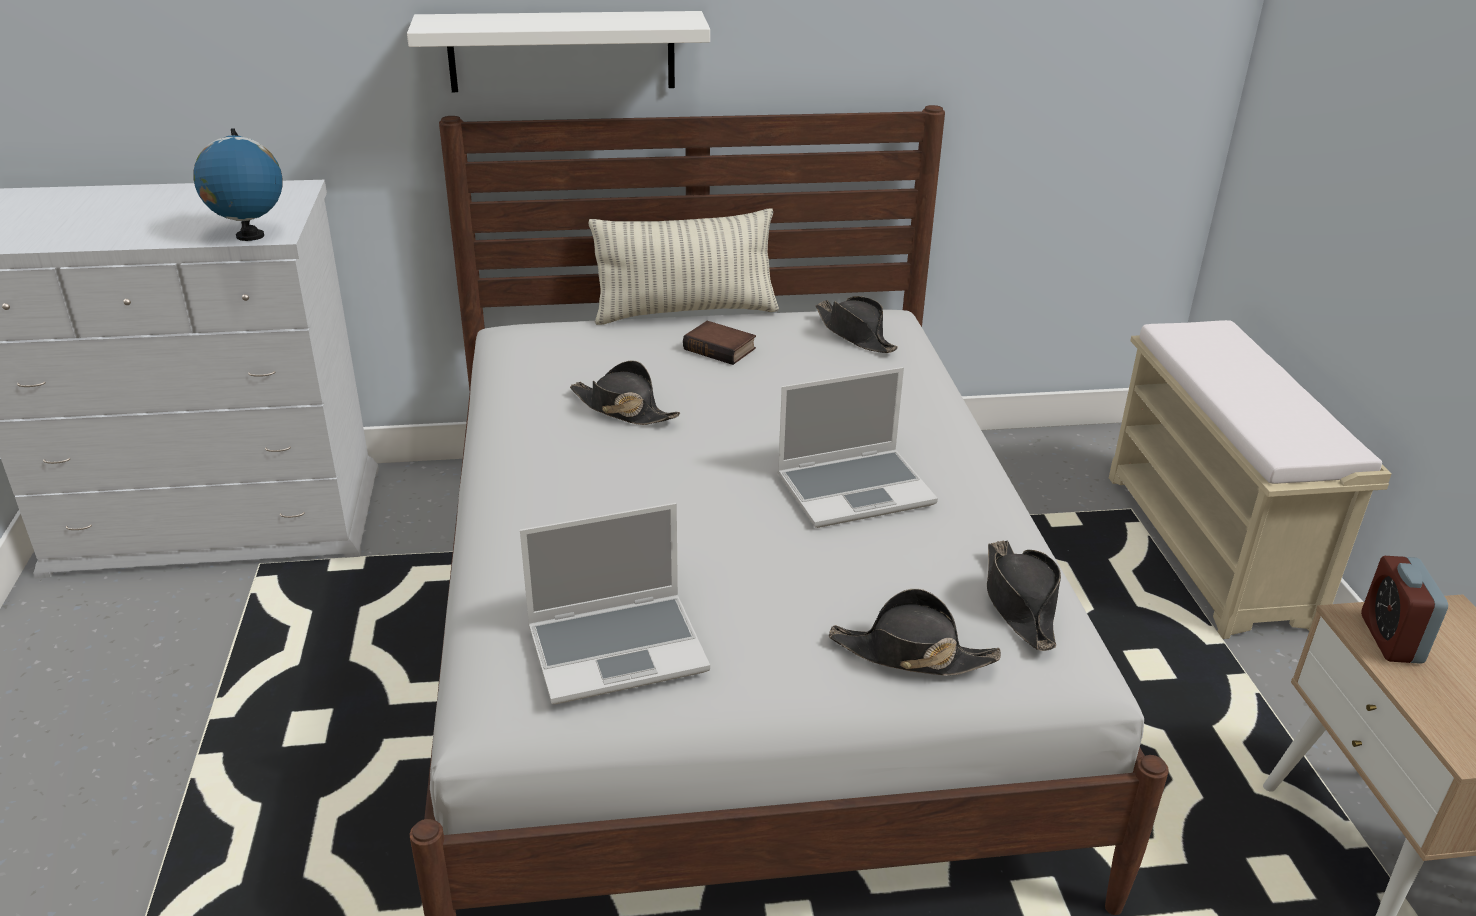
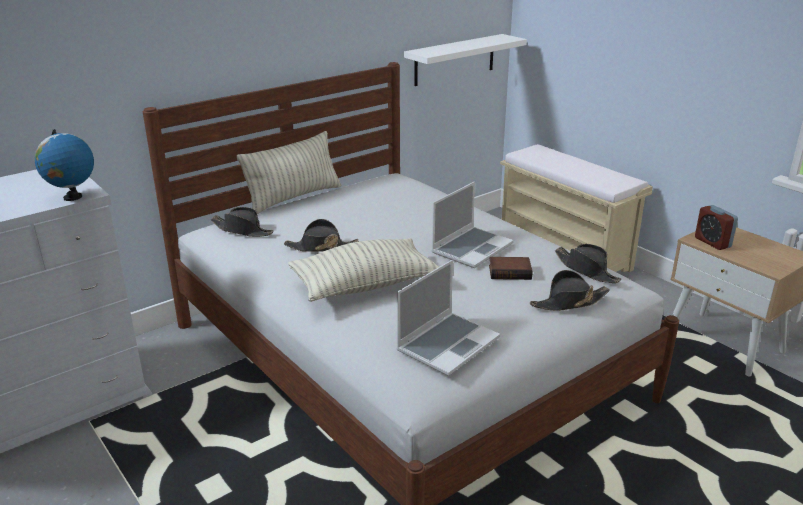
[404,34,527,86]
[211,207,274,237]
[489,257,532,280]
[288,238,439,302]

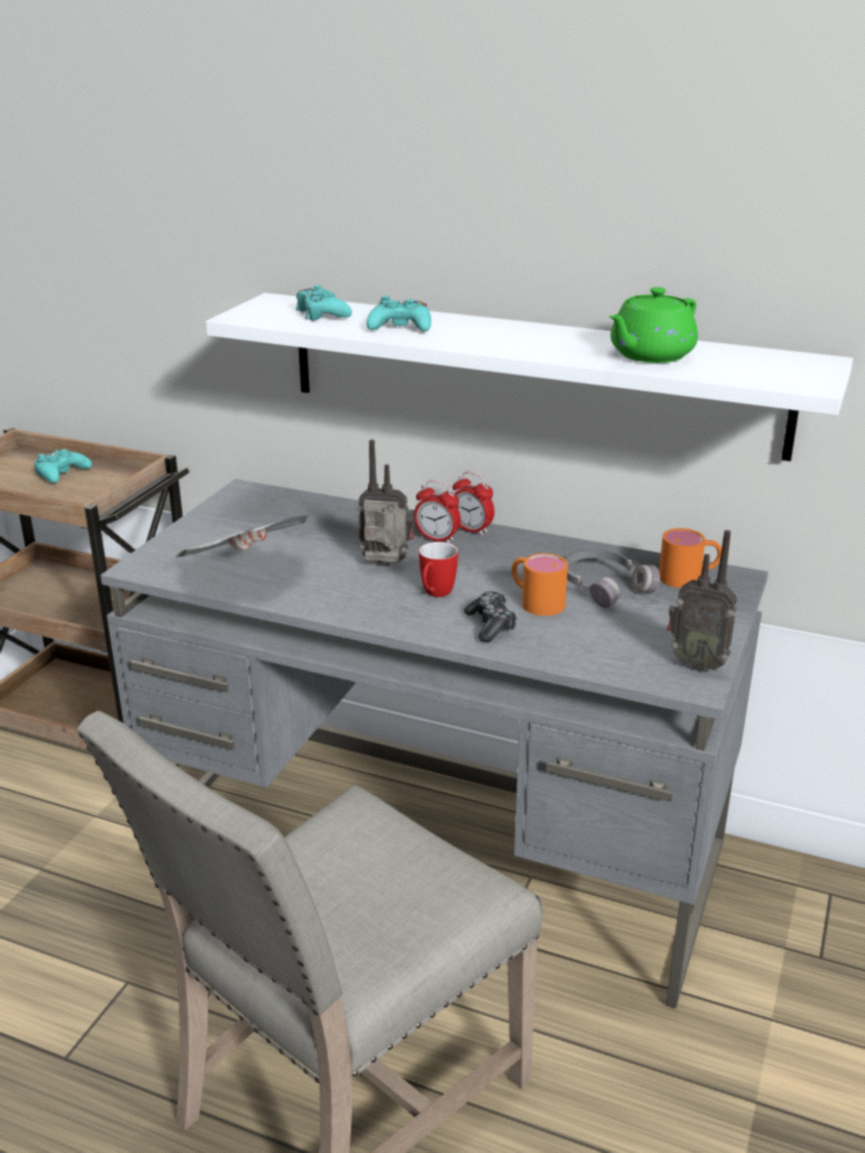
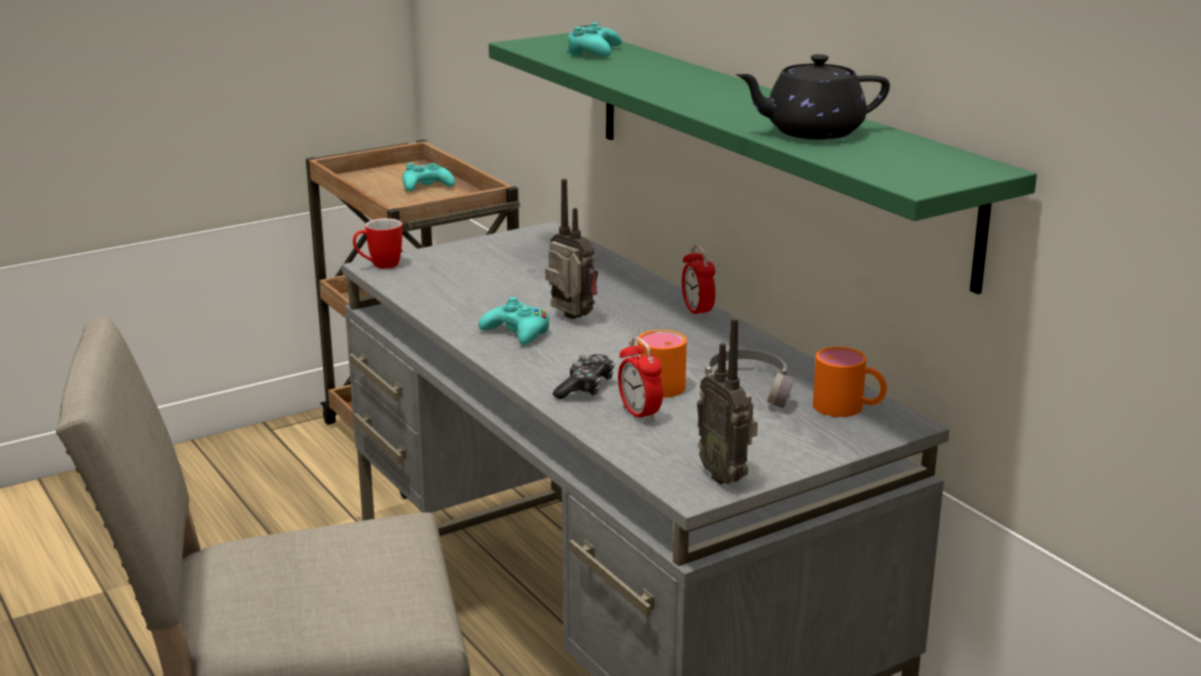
[735,54,890,140]
[489,33,1037,294]
[479,297,549,345]
[618,337,663,423]
[176,515,308,558] (first image)
[353,218,402,269]

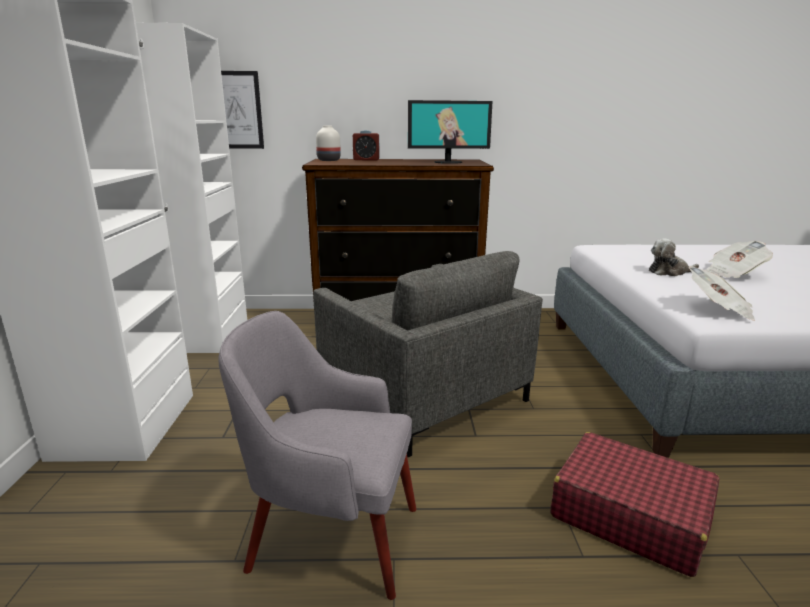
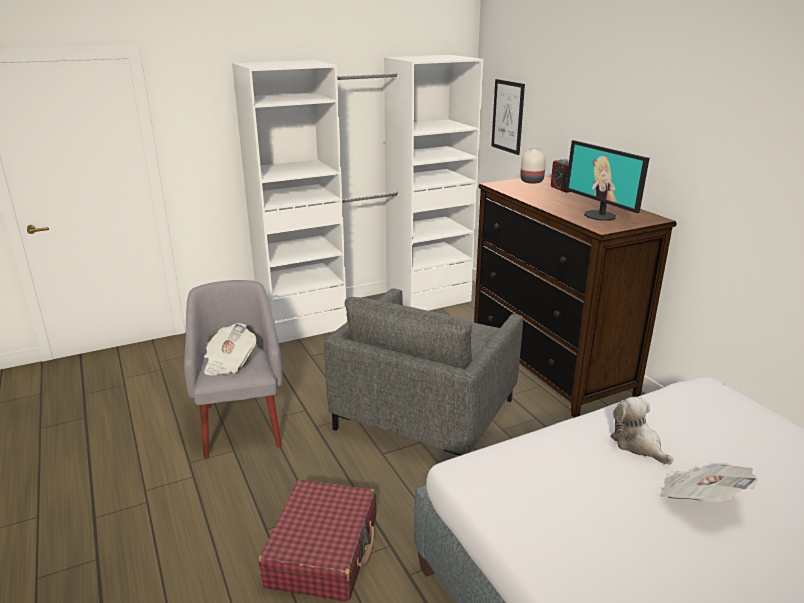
[204,323,256,376]

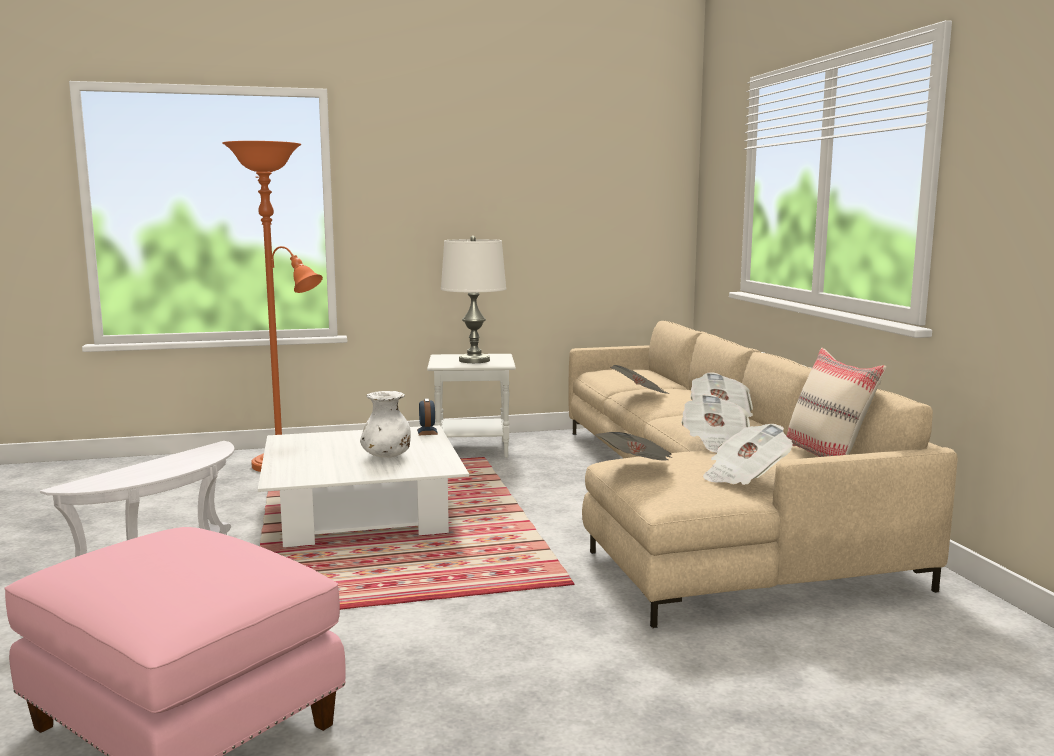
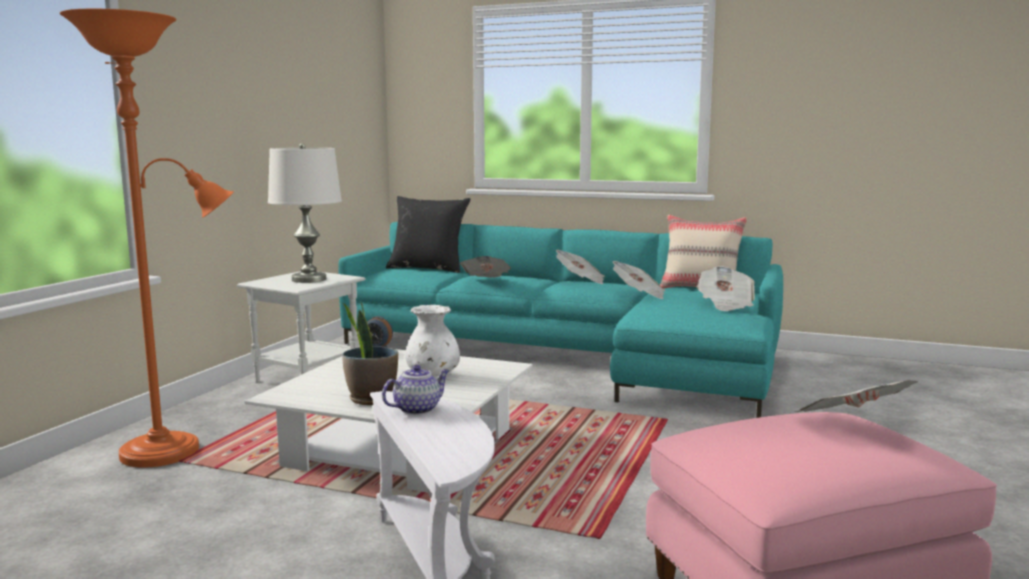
[338,222,783,418]
[795,380,918,412]
[386,196,470,273]
[342,302,398,405]
[382,365,449,415]

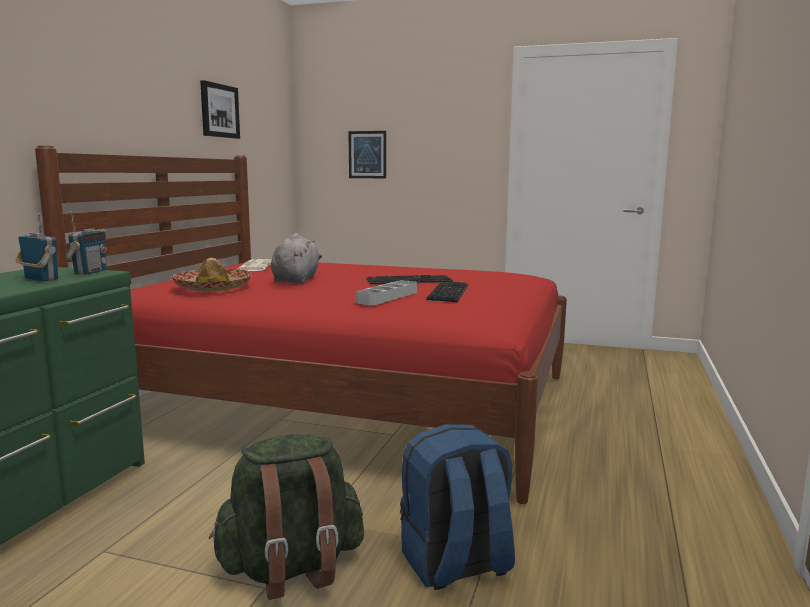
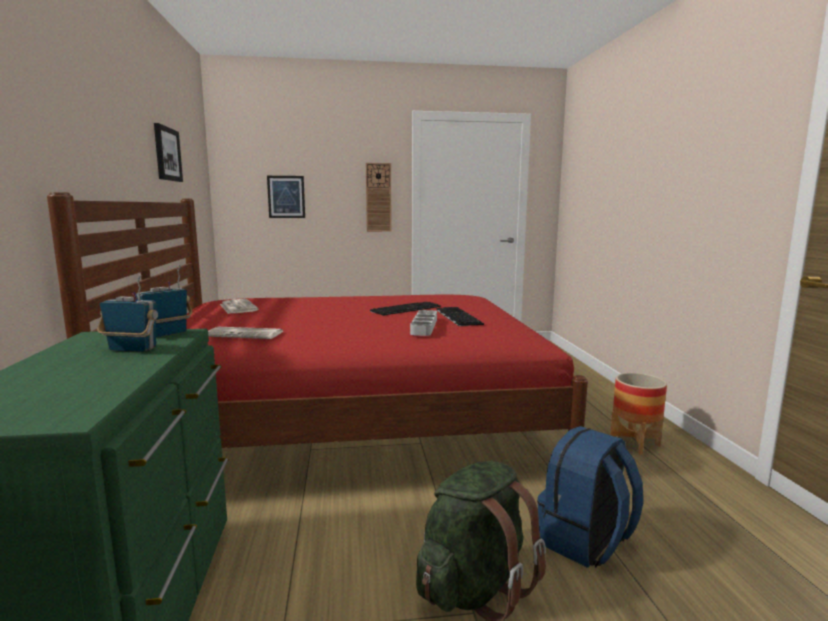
[136,265,192,337]
[271,233,322,284] (first image)
[208,327,284,339]
[366,163,392,232]
[610,373,667,455]

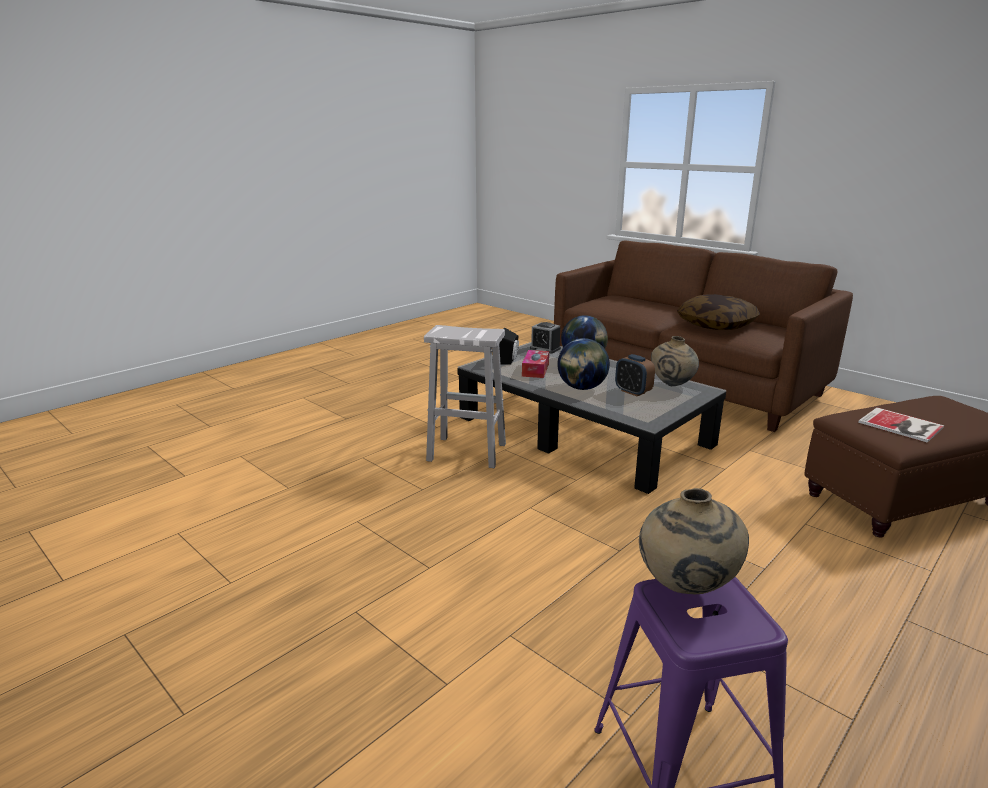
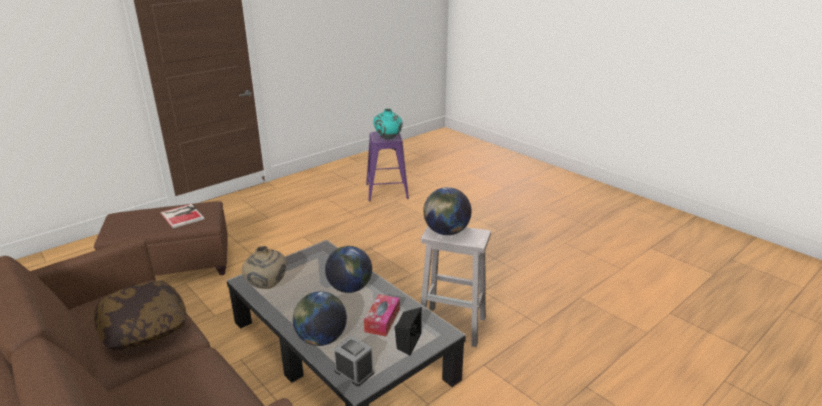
[615,354,655,396] (first image)
[374,108,403,139]
[423,187,472,235]

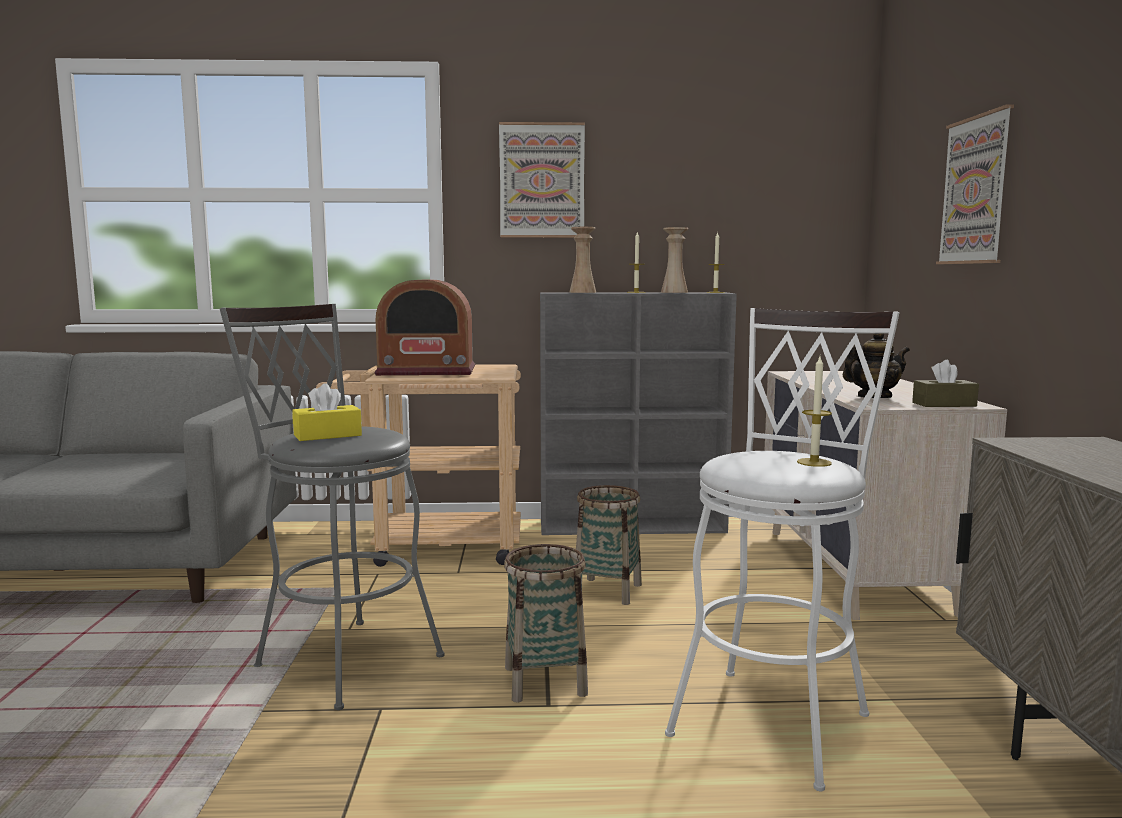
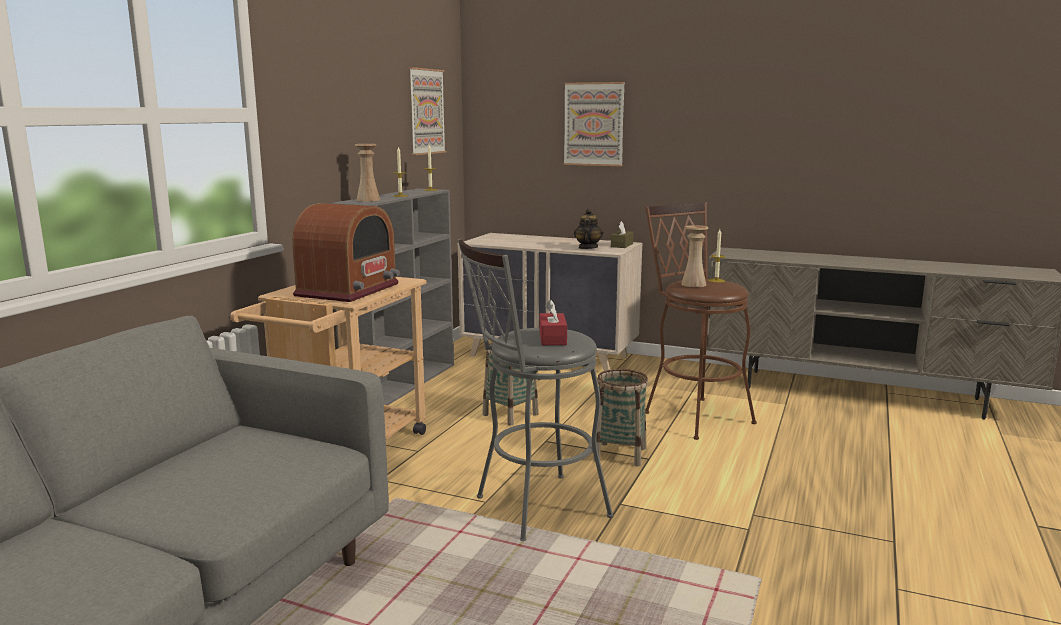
[408,67,446,155]
[681,225,708,287]
[645,202,757,440]
[539,300,567,345]

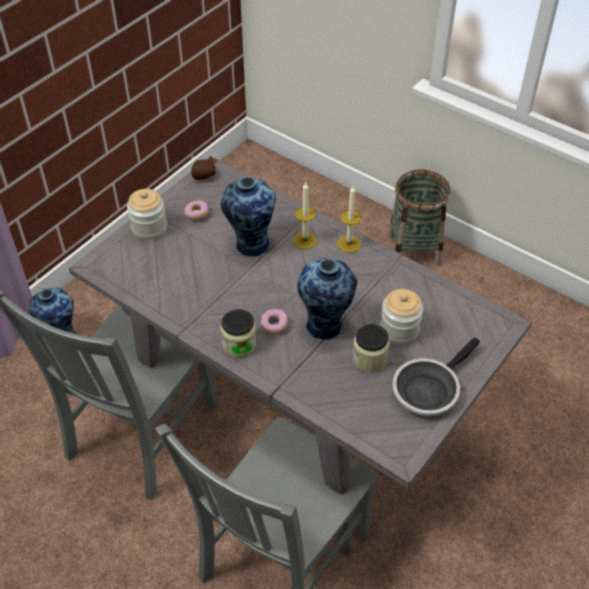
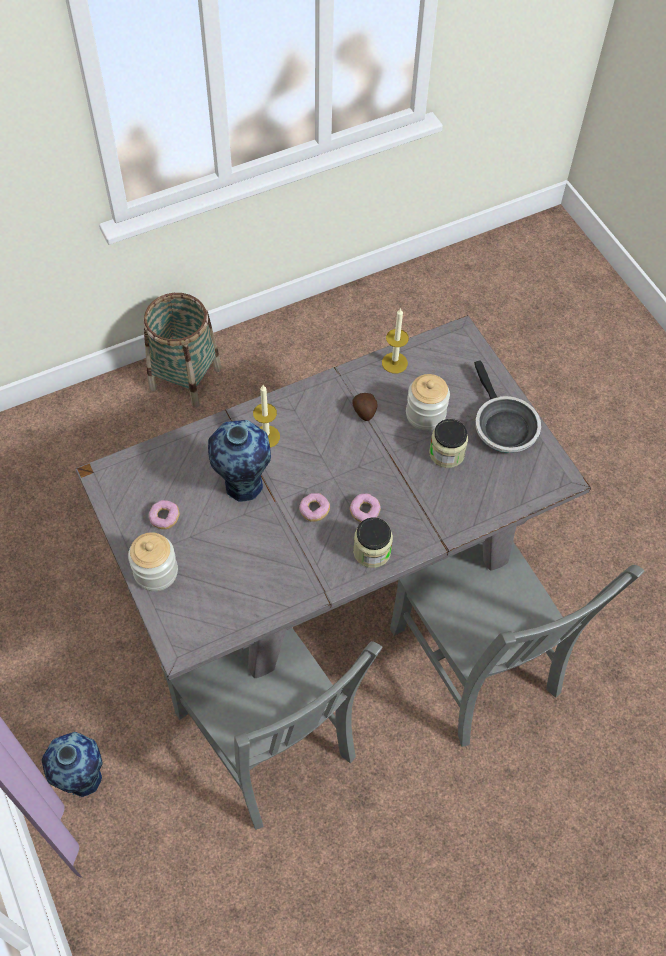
[352,393,378,421]
[382,308,409,373]
[297,258,357,340] (first image)
[299,493,330,522]

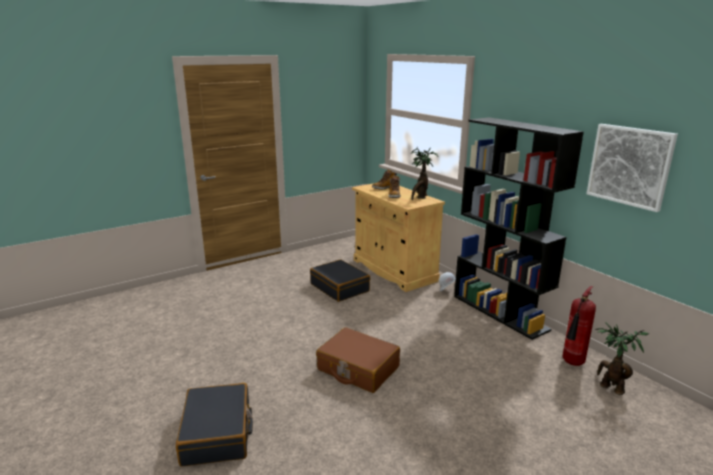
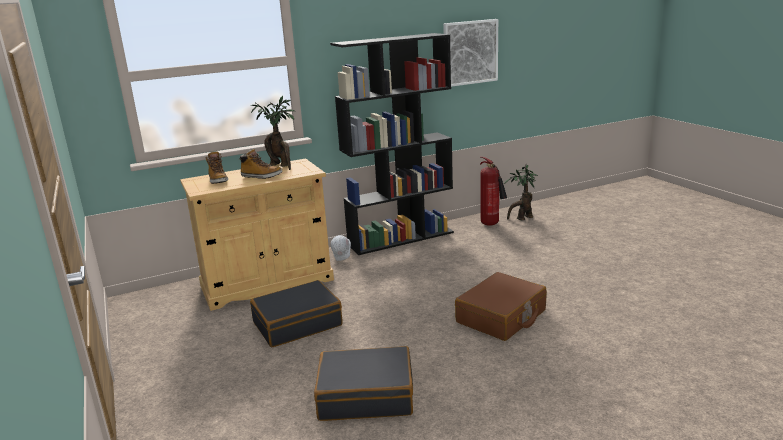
[314,346,413,421]

